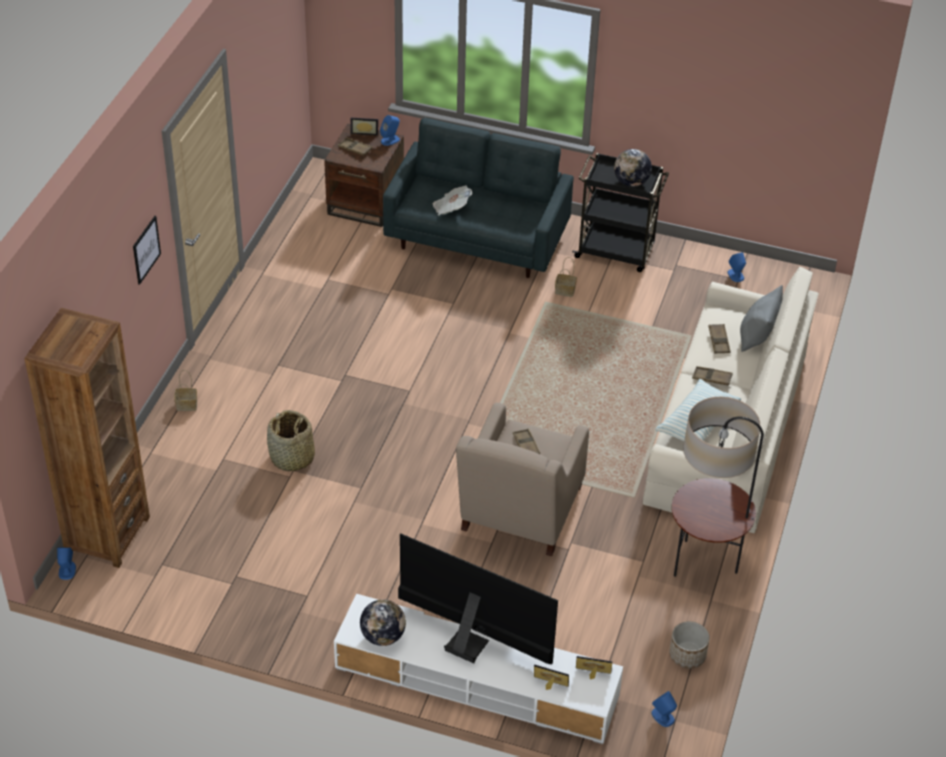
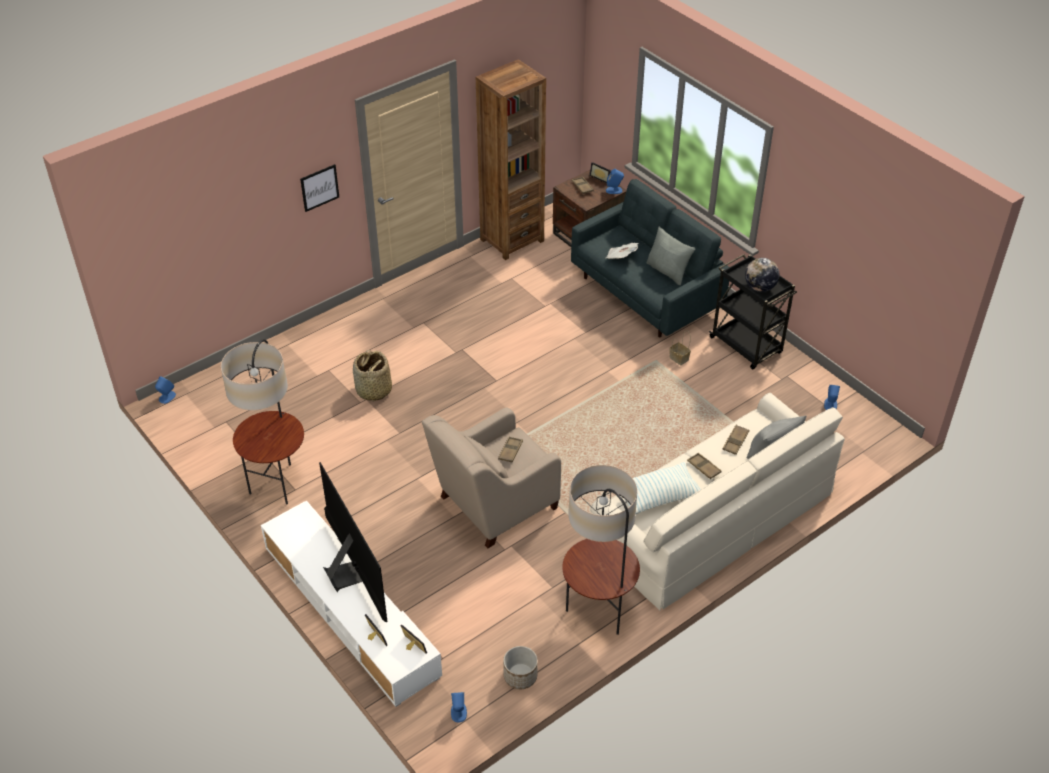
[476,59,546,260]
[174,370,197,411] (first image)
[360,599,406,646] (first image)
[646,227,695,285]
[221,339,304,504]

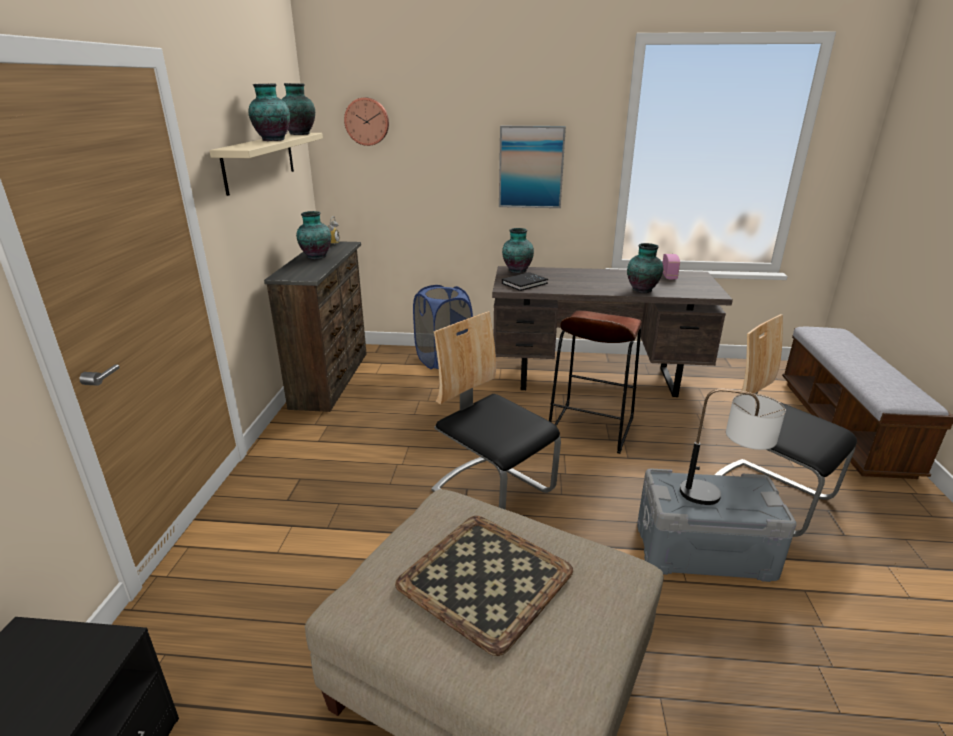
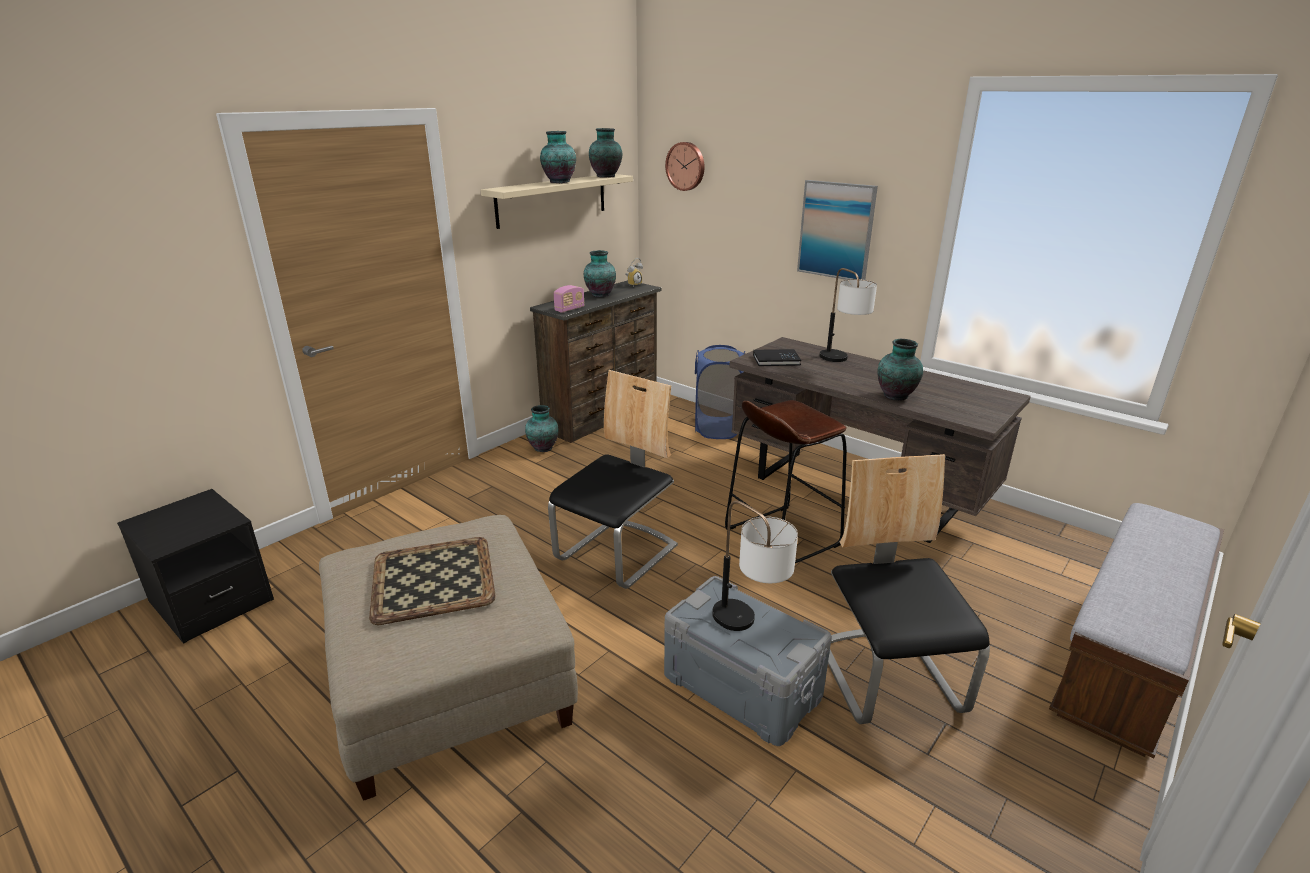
[525,405,559,452]
[554,285,585,313]
[548,370,678,589]
[819,268,877,362]

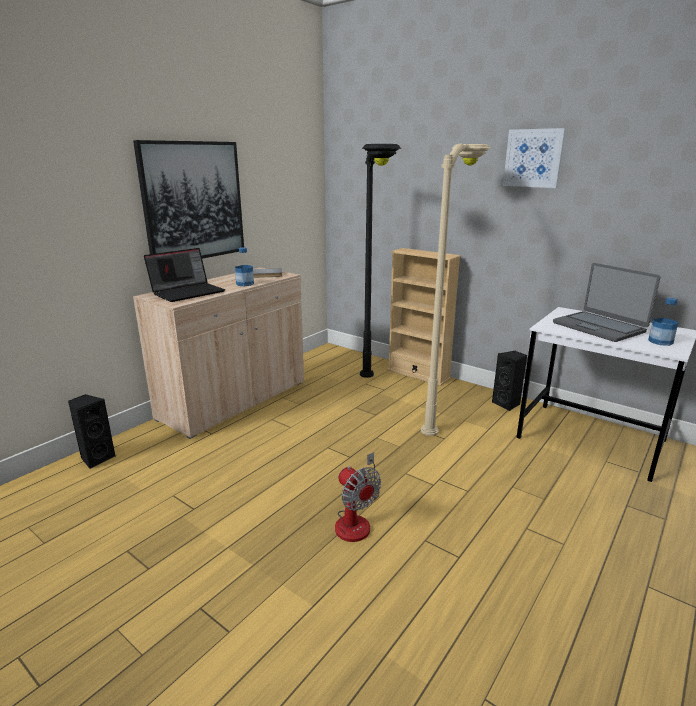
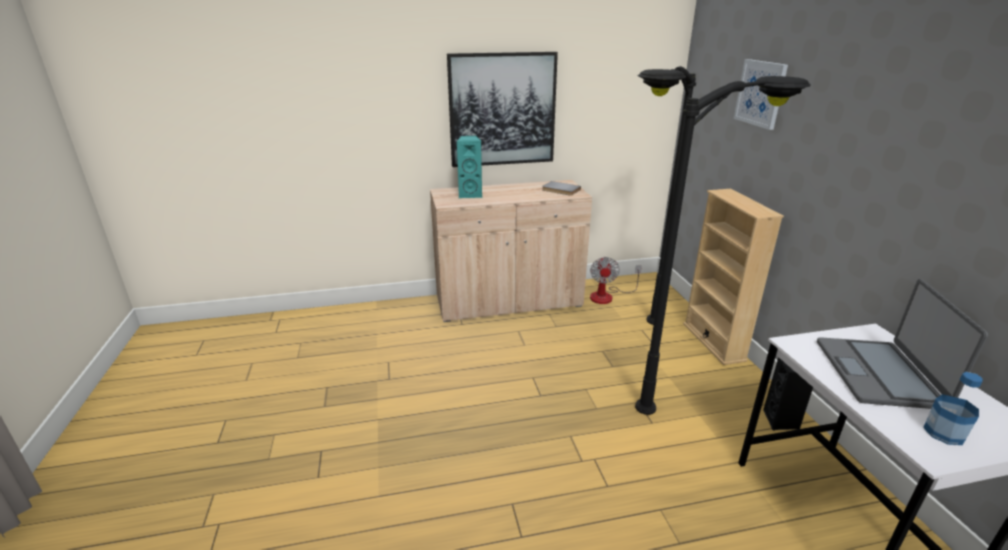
[734,59,788,130]
[635,76,811,415]
[235,247,254,286] (first image)
[456,136,482,198]
[68,394,116,469] (first image)
[590,257,642,304]

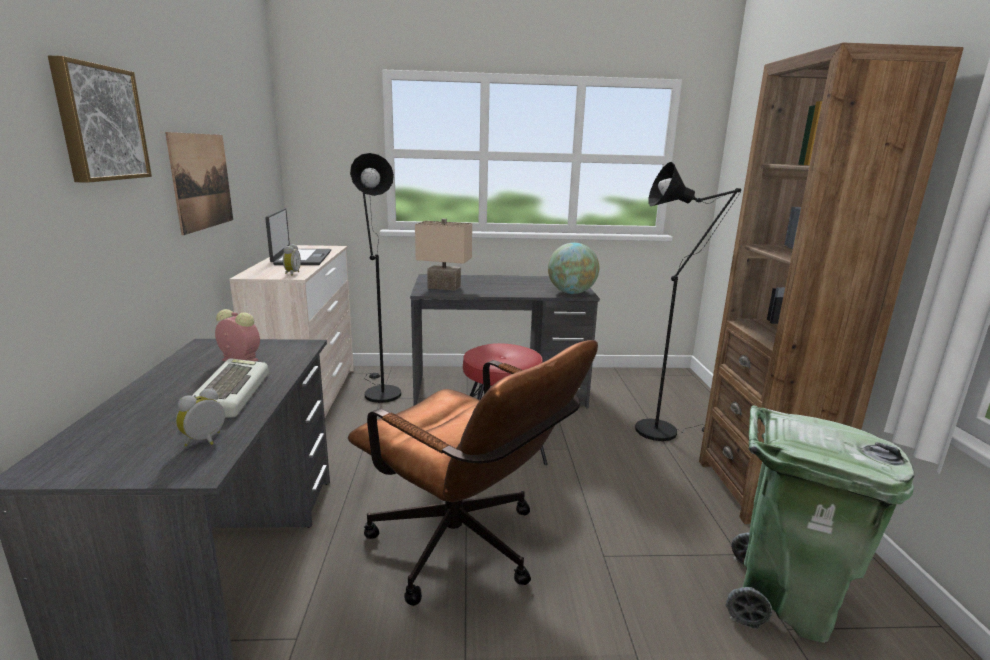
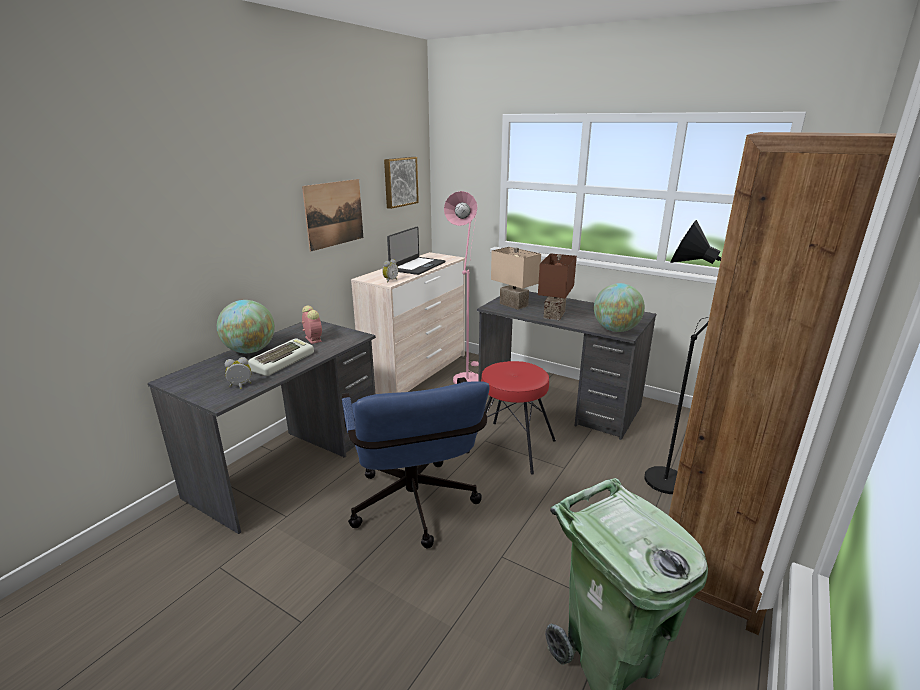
[384,157,419,209]
[444,191,479,384]
[342,377,490,548]
[538,253,577,320]
[217,300,275,353]

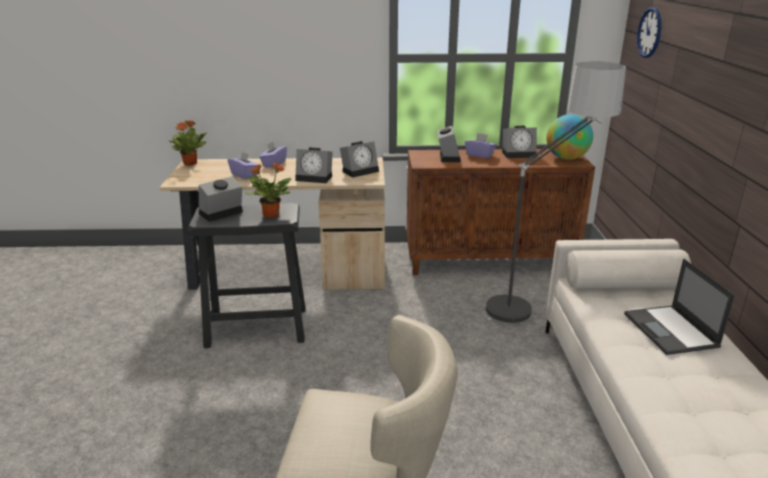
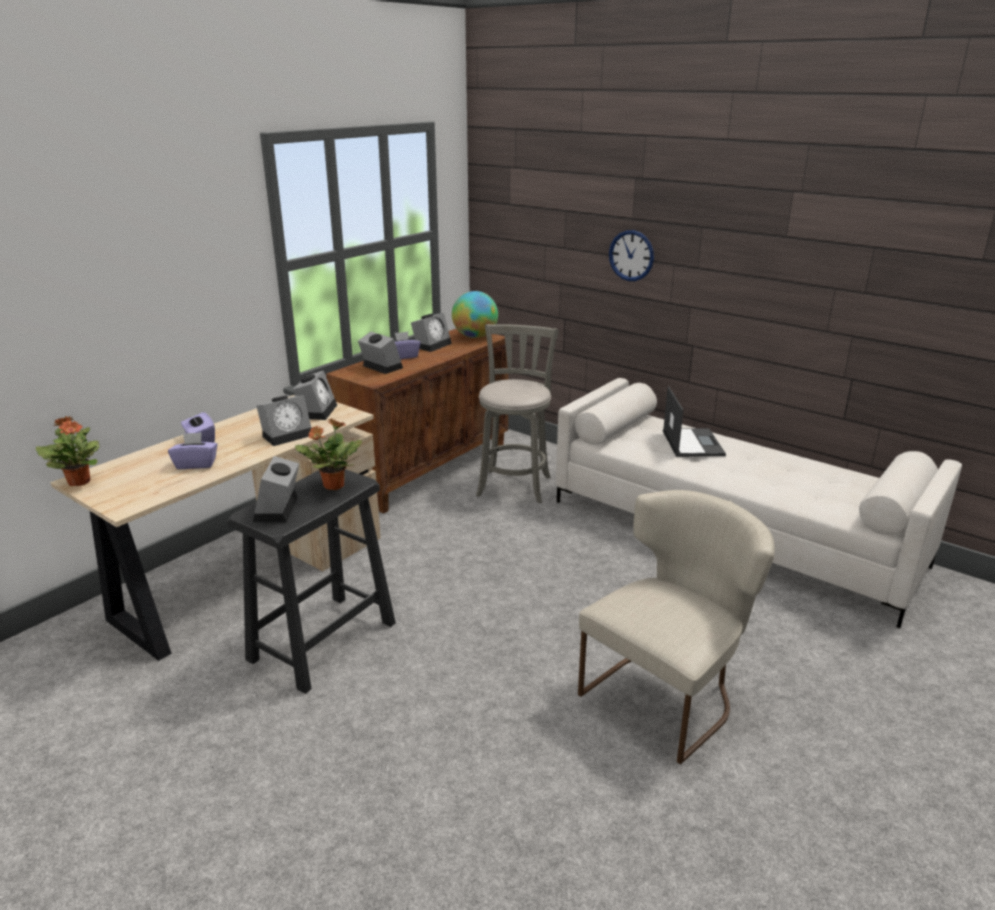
[609,230,654,281]
[476,324,559,503]
[663,386,726,457]

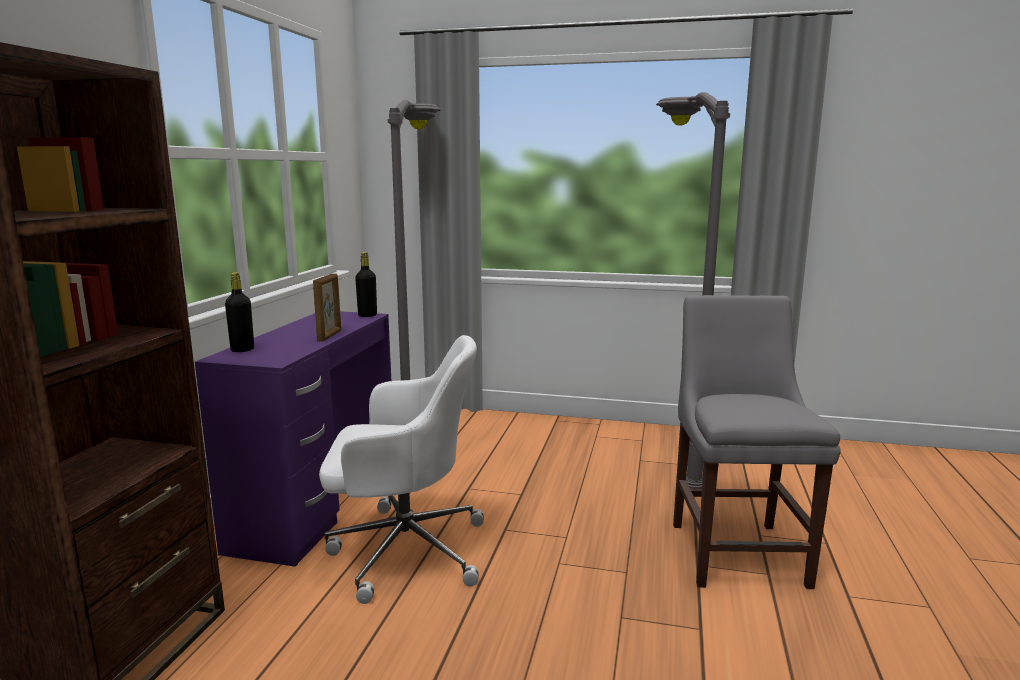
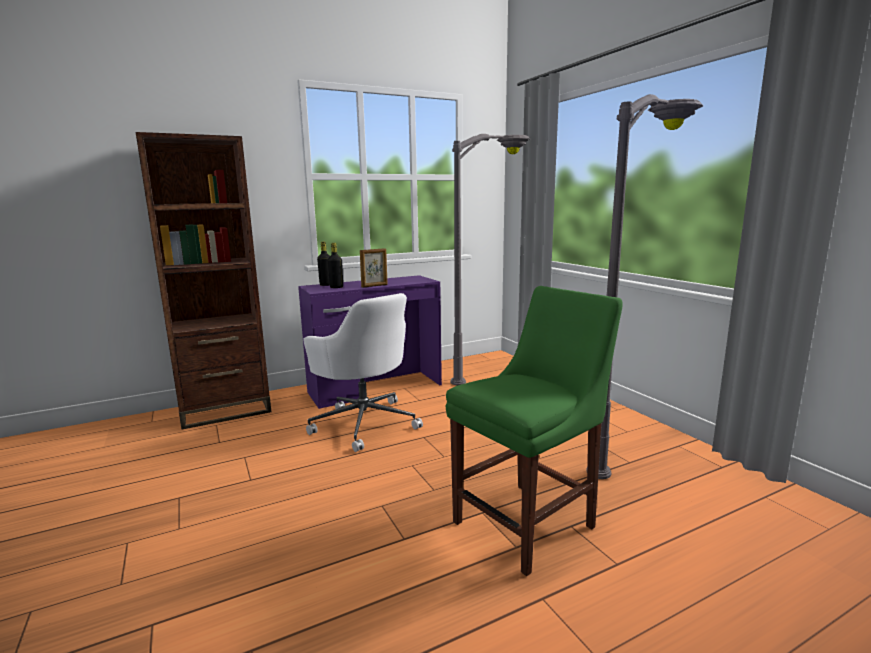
[328,243,343,288]
[446,286,623,576]

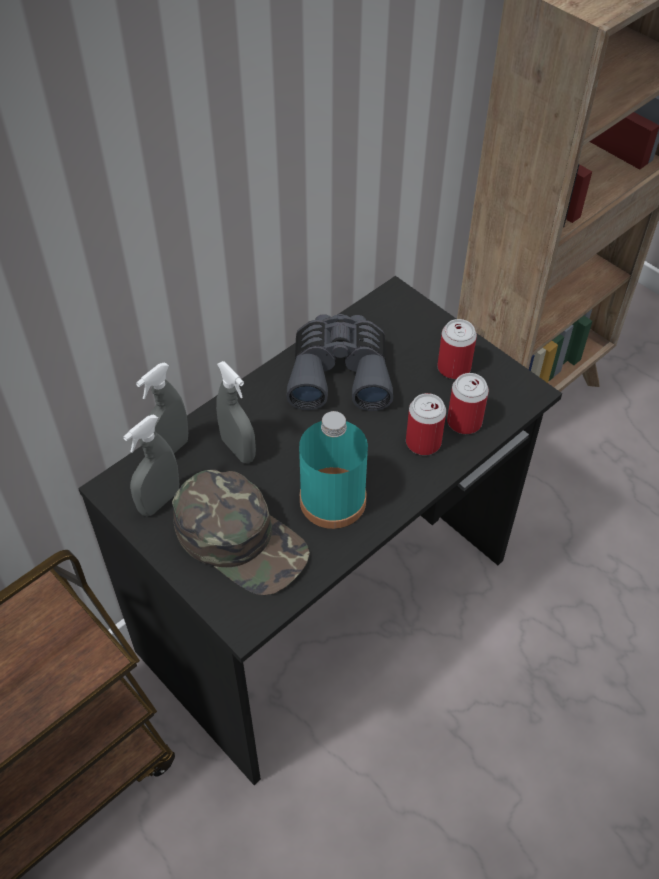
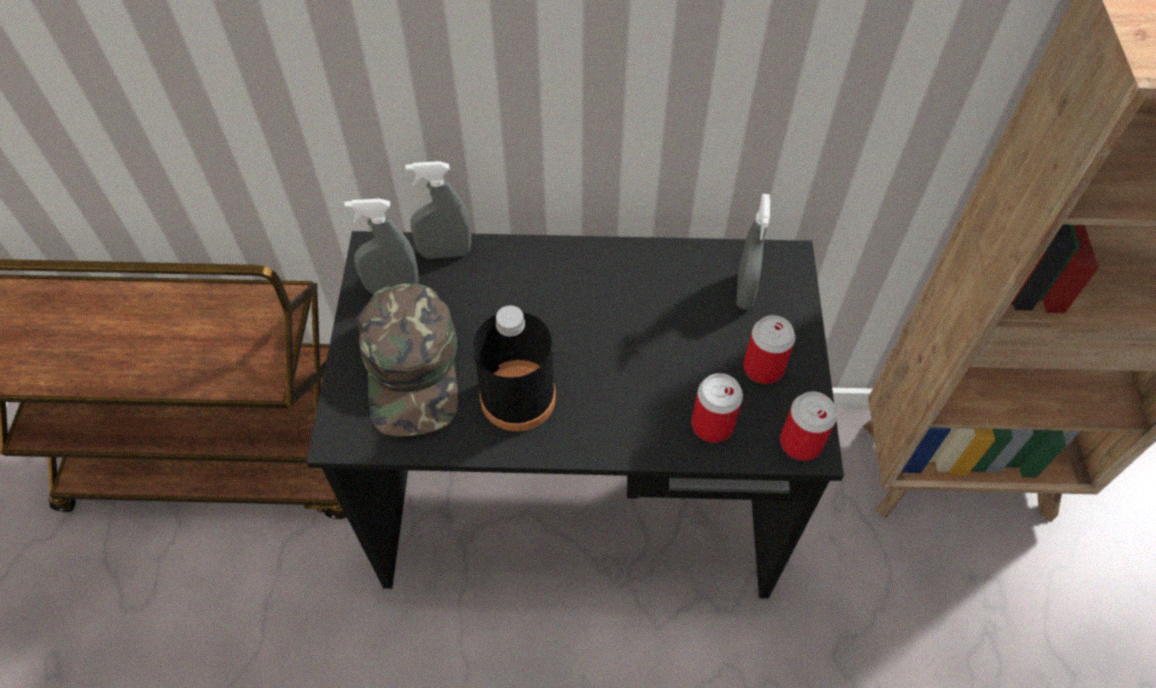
[286,314,393,411] (first image)
[736,194,770,310]
[780,391,837,461]
[473,305,556,432]

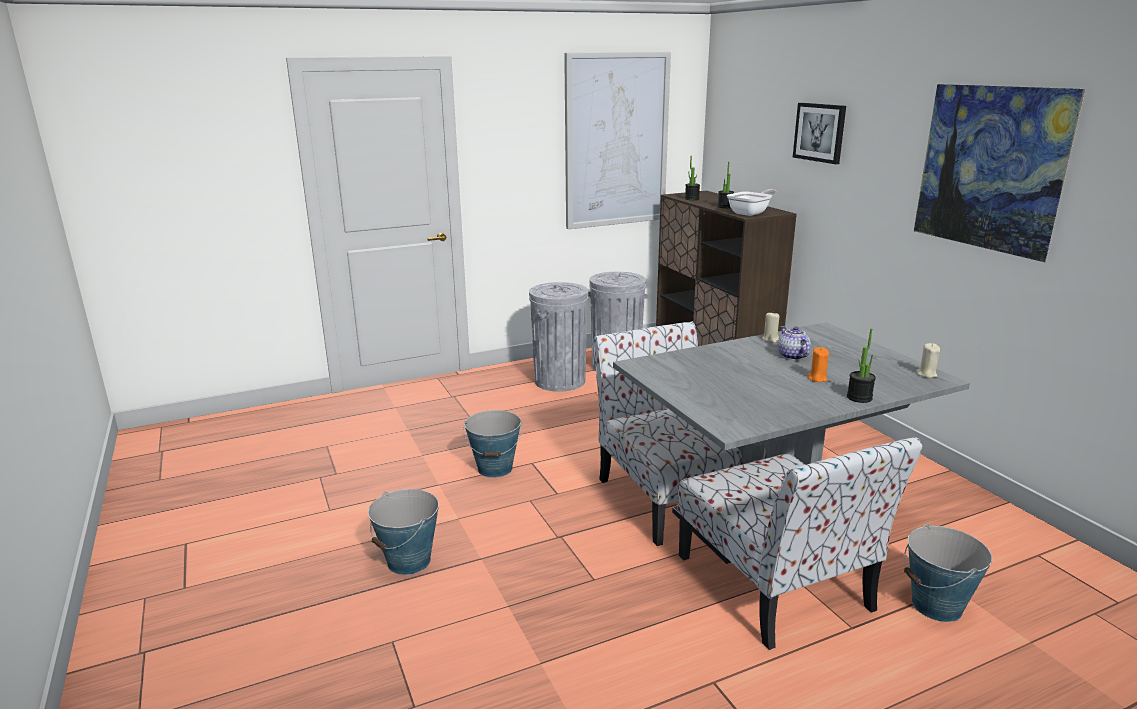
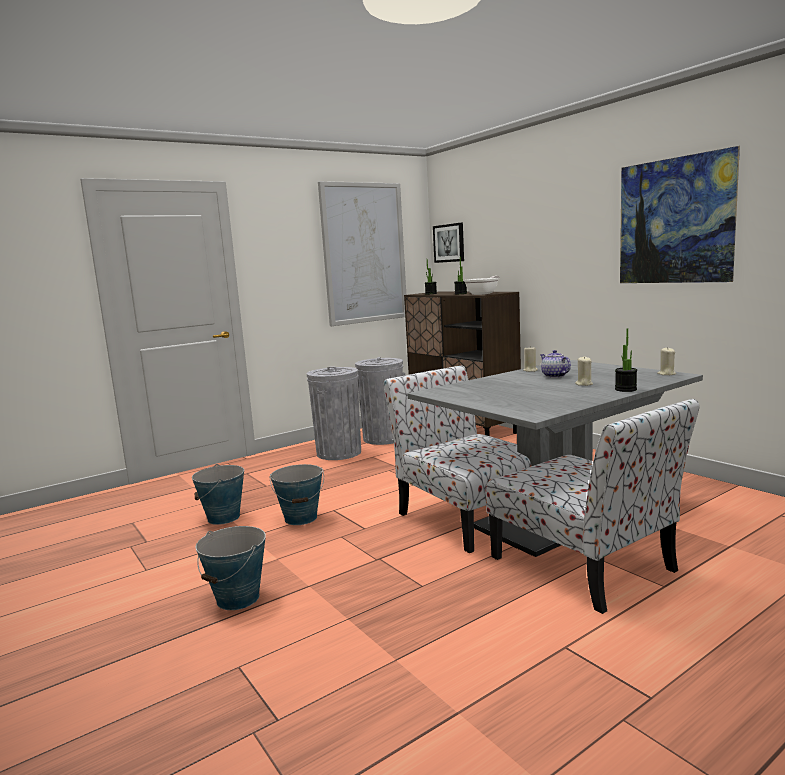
[433,223,464,263]
[575,356,593,386]
[192,464,244,525]

